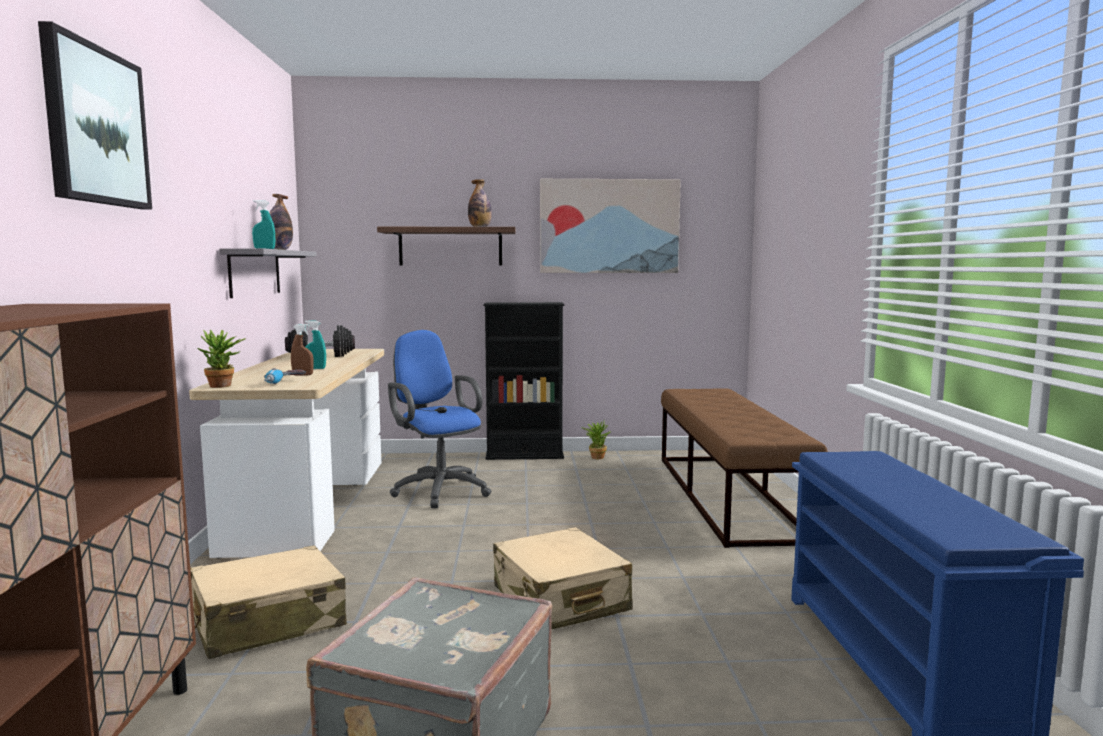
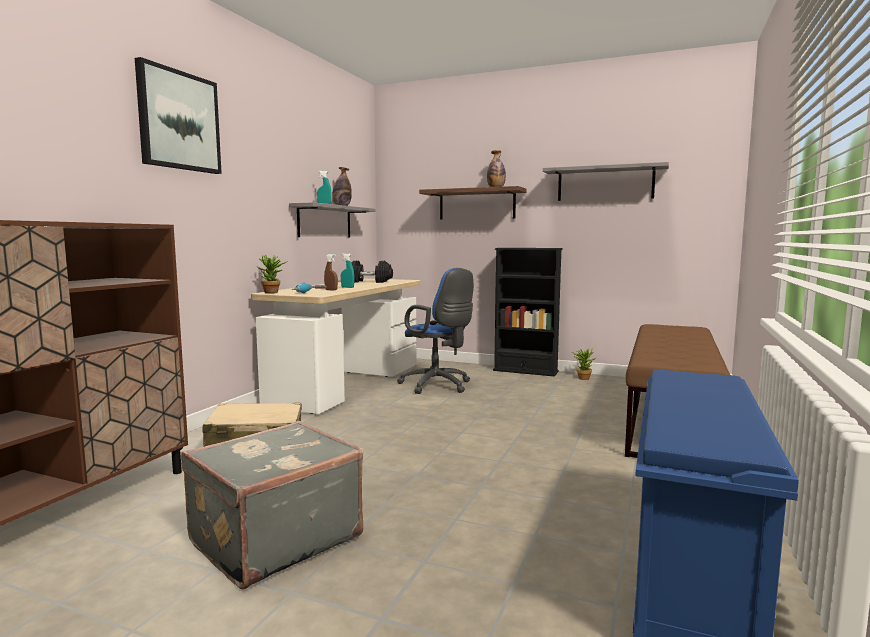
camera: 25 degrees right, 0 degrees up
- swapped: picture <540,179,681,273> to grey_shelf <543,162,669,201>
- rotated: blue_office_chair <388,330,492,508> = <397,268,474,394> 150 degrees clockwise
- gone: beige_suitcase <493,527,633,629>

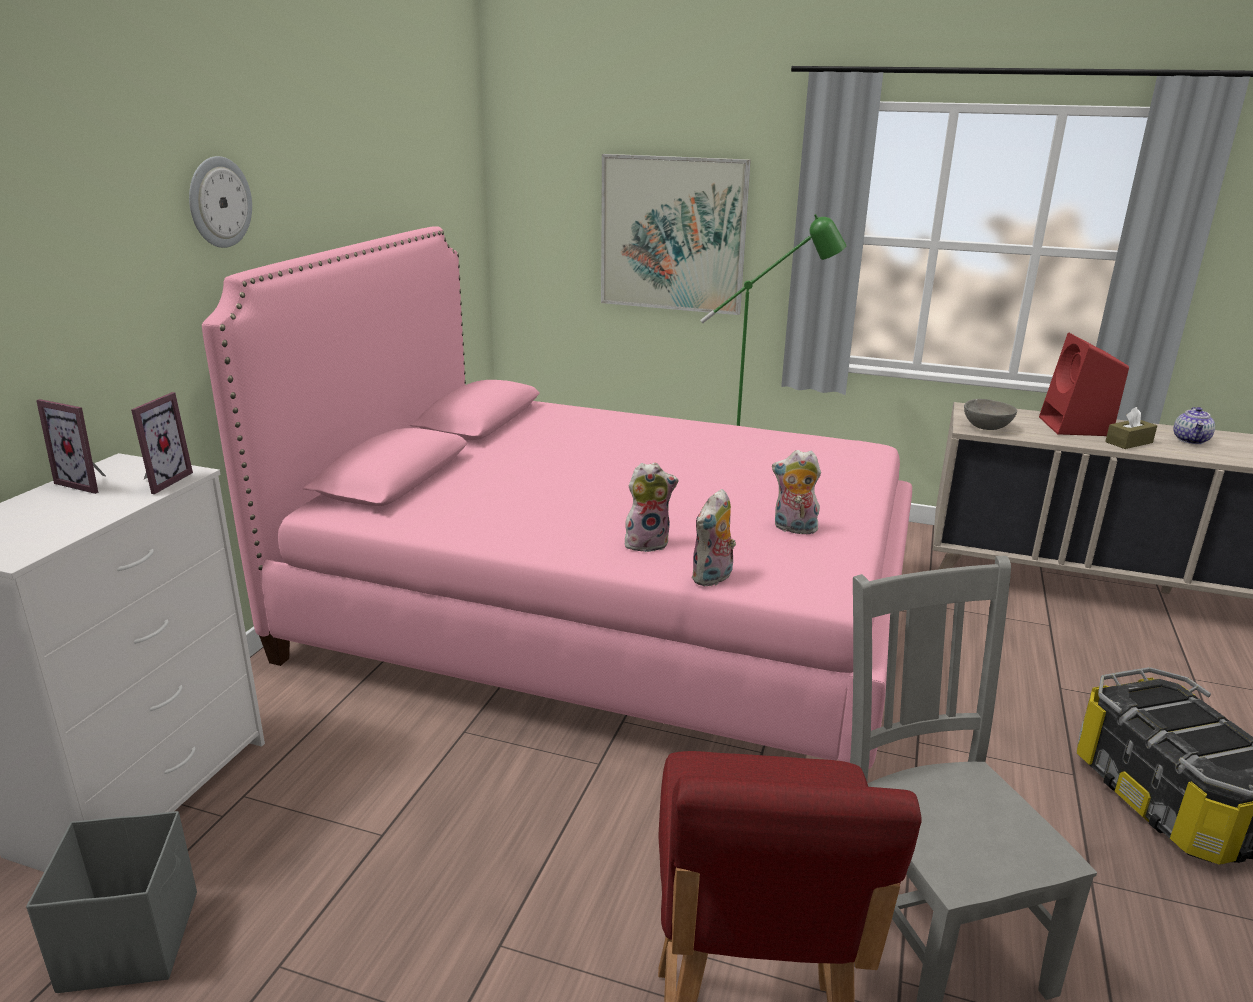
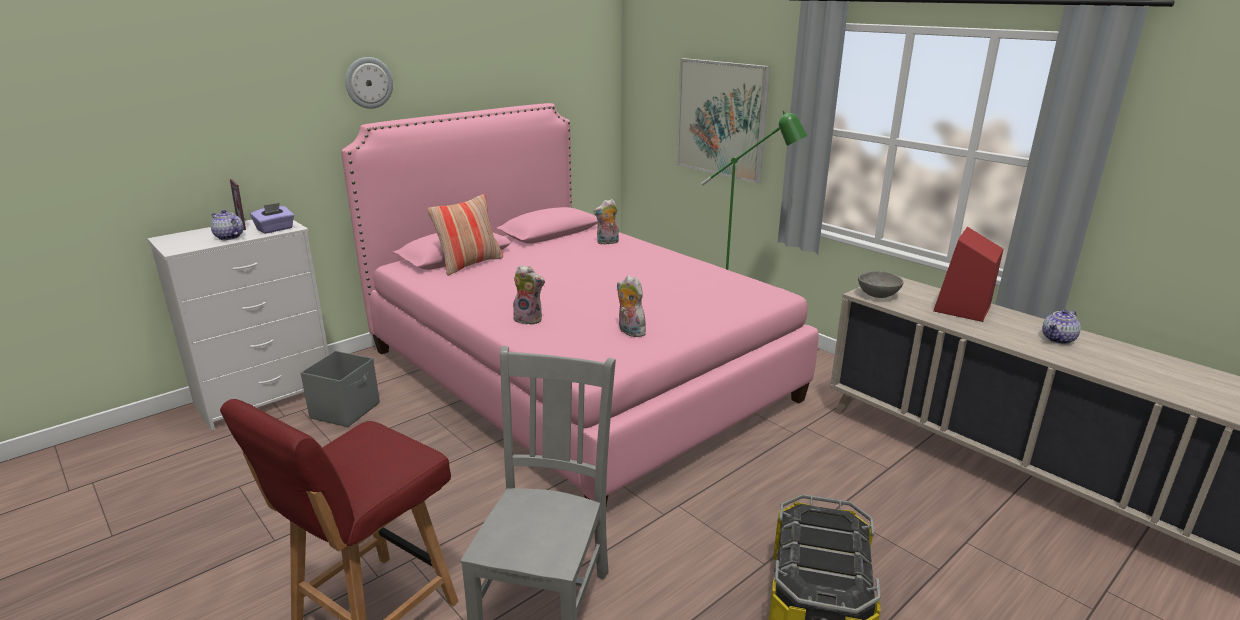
camera: 30 degrees right, 0 degrees up
- swapped: picture_frame <131,392,193,494> to purple_tissue_box <250,203,294,234>
- gone: brown_tissue_box <1105,407,1157,449>
- shifted: plush_toy <691,489,736,587> to <593,199,619,245>
- shifted: grey_storage_box <26,811,197,993> to <301,351,380,427>
- new: pillow <427,194,503,276>
- new: teapot <210,210,243,240>

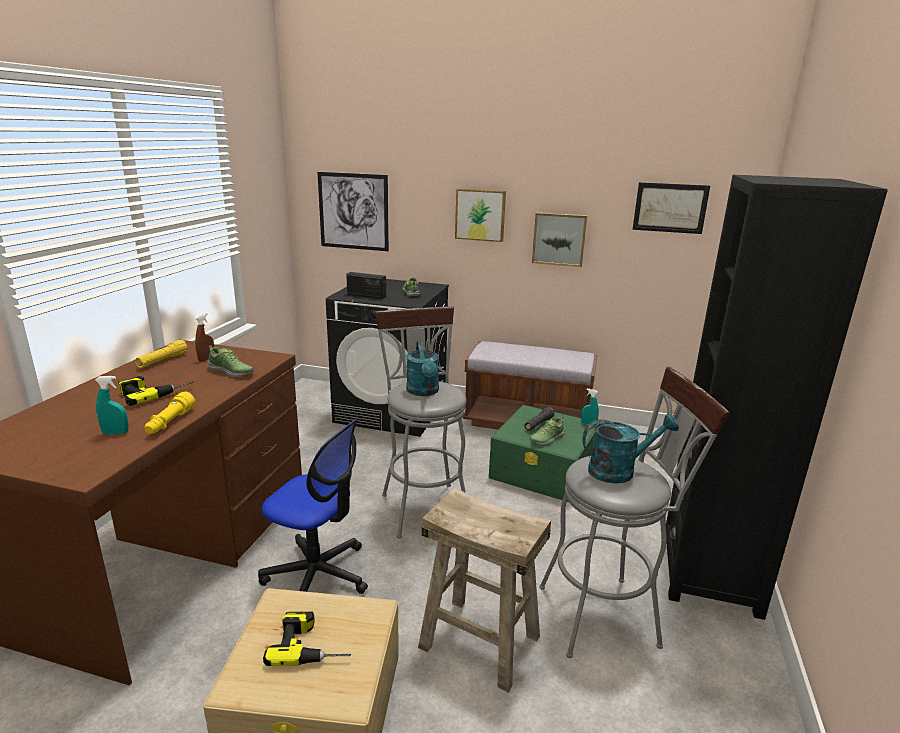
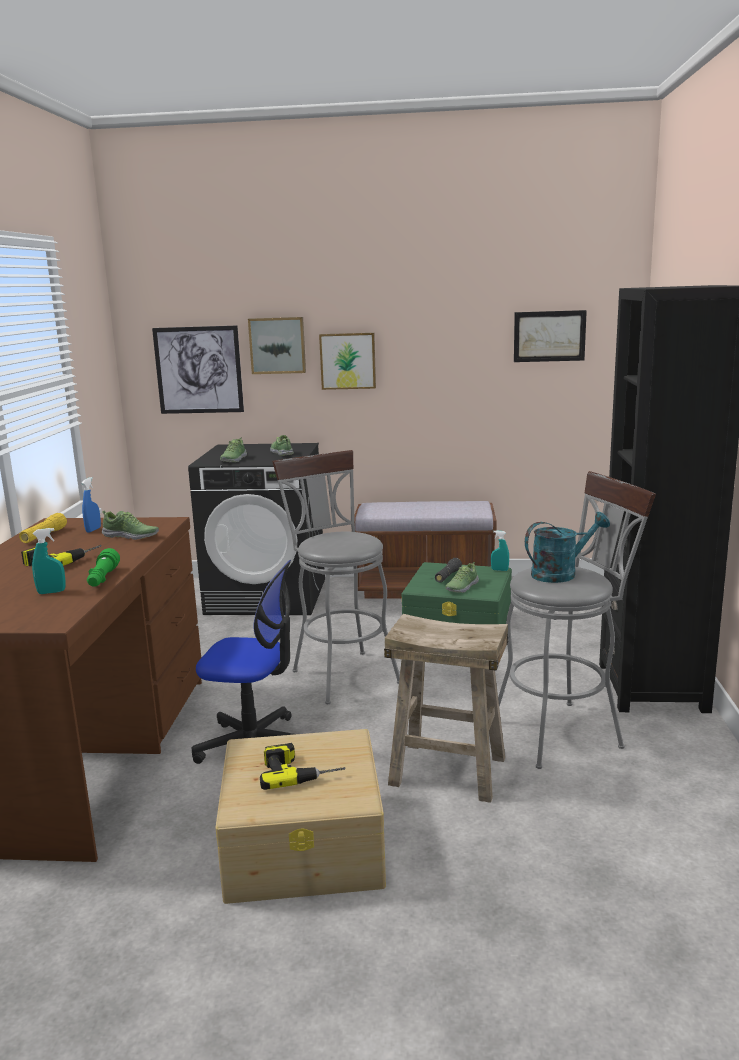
camera: 10 degrees left, 5 degrees down
- shifted: picture <532,212,587,267> to <248,317,306,374>
- swapped: radio <346,272,386,299> to shoe <220,438,247,462>
- repainted: brown_spray_bottle <195,313,214,362> to blue_spray_bottle <82,477,101,532>
- gone: turquoise_watering_can <406,341,439,396>
- repainted: yellow_flashlight <145,392,195,434> to green_flashlight <87,548,120,587>

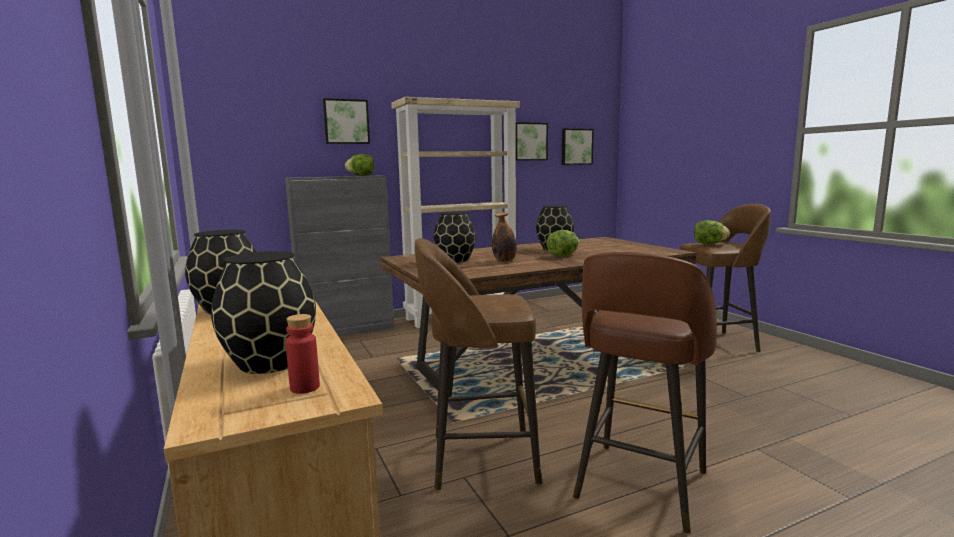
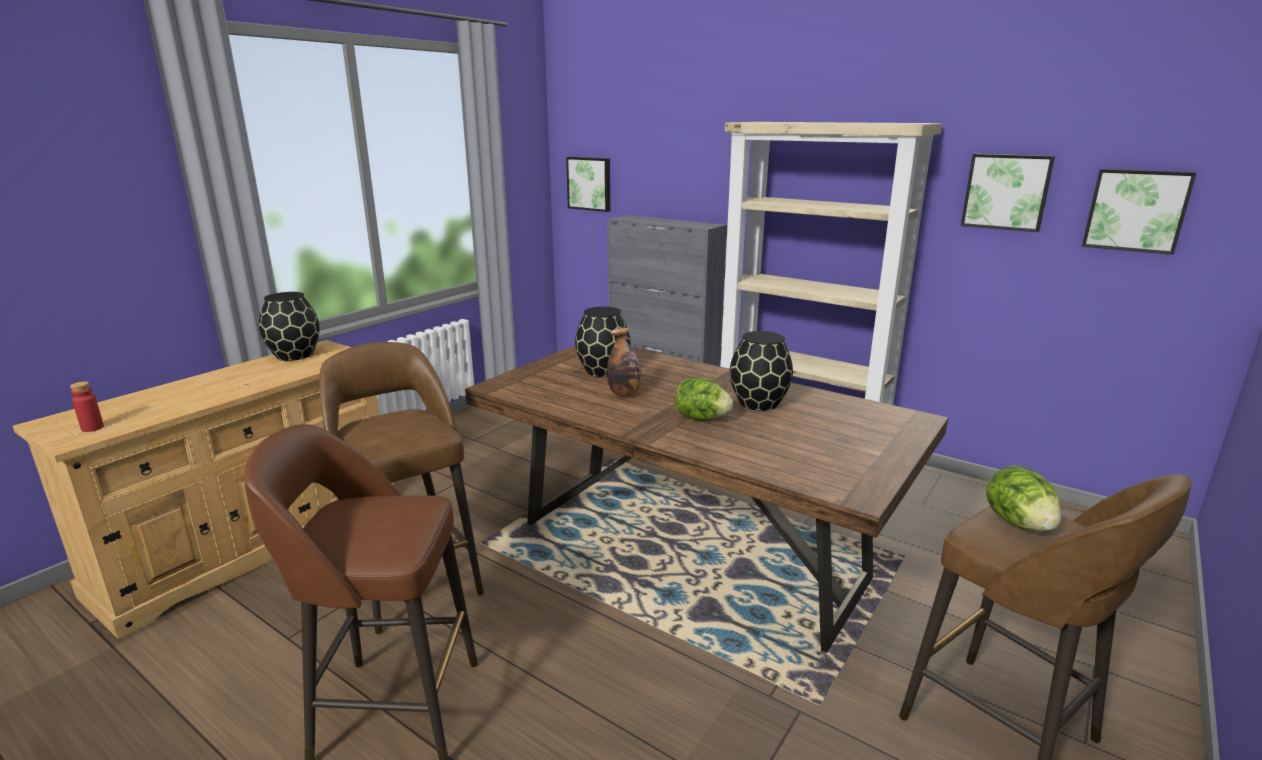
camera: 60 degrees right, 10 degrees up
- shifted: picture <323,98,370,144> to <566,157,610,212>
- gone: lettuce <345,154,374,176>
- gone: black_vase <211,251,316,374>

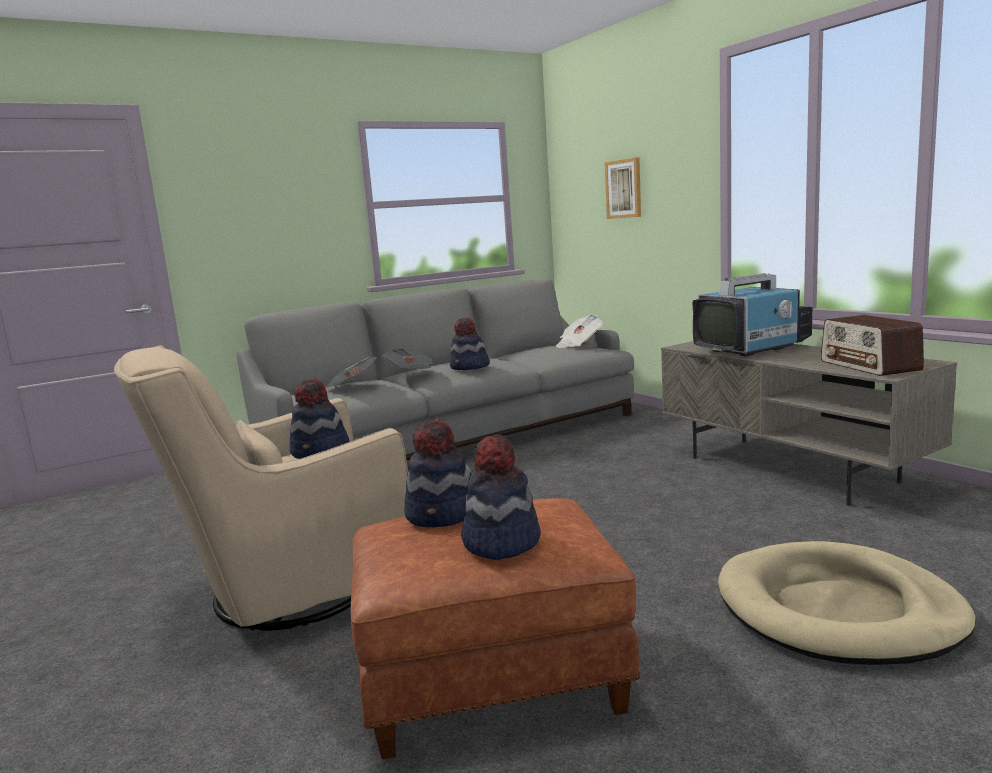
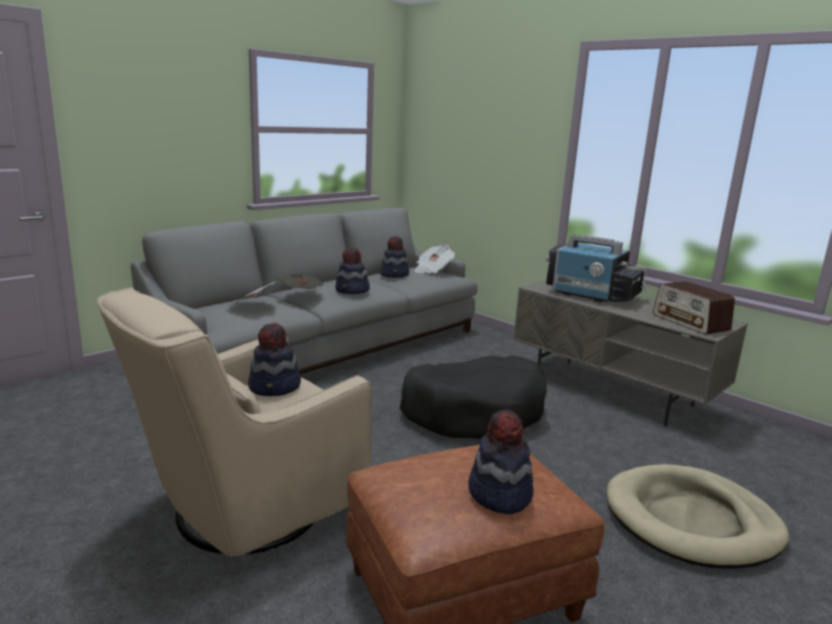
camera: 15 degrees left, 5 degrees up
- gone: picture <605,157,641,219>
- rotated: television <692,273,812,356> = <546,233,649,302> 75 degrees clockwise
- shifted: hat <404,419,472,527> to <380,236,409,278>
- new: black_dog_bed <399,355,547,439>

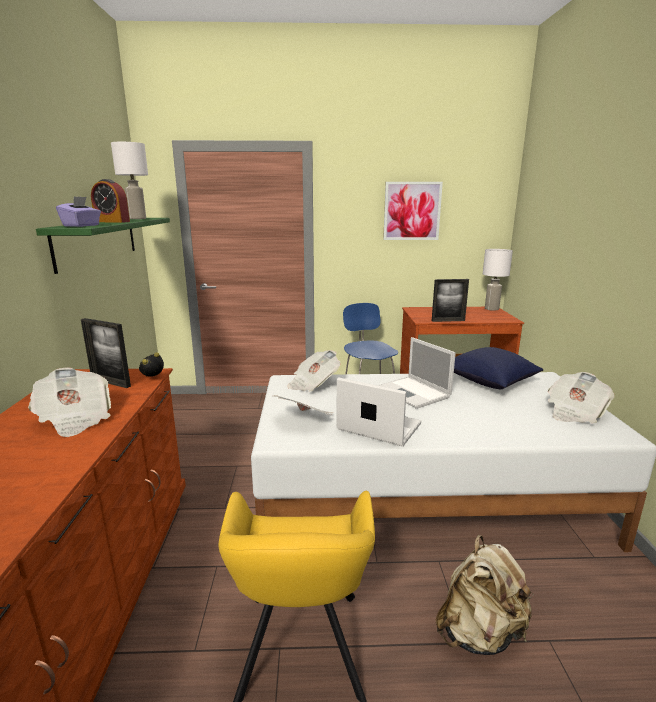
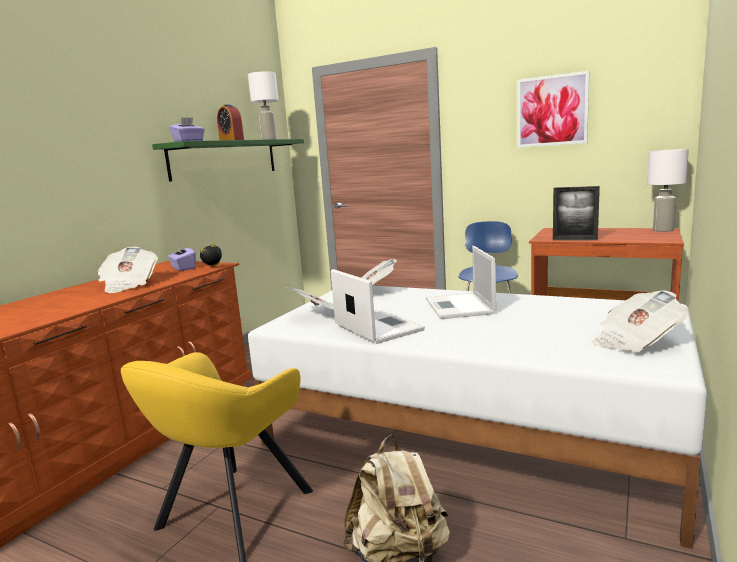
camera: 30 degrees right, 5 degrees down
- swapped: picture_frame <81,318,131,388> to purple_tissue_box <168,244,196,271>
- gone: blue_pillow <454,347,543,389>

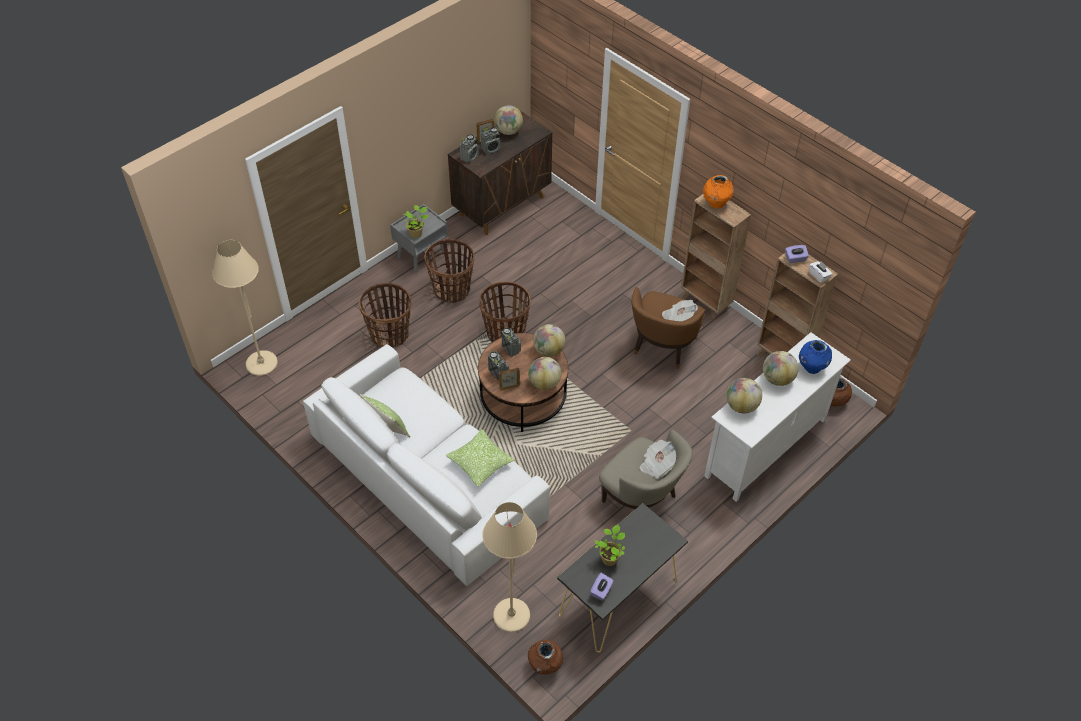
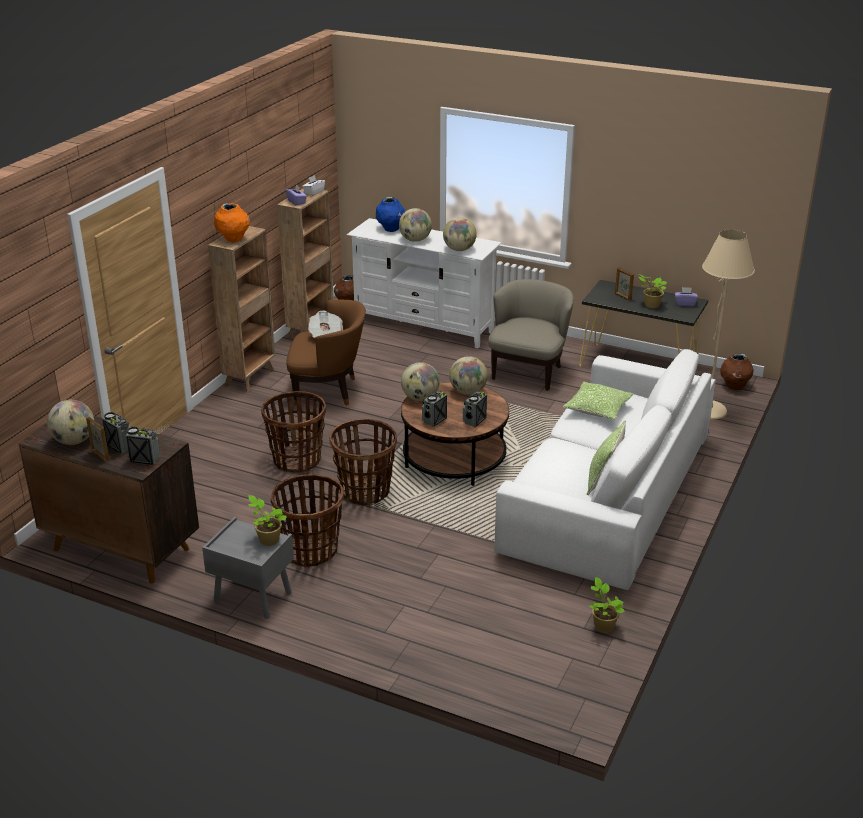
camera: 110 degrees left, 20 degrees down
- gone: beige_floor_lamp <212,240,278,376>
- shifted: basket <359,283,411,348> to <261,391,326,473>
- shifted: picture_frame <499,368,520,391> to <615,267,634,301>
- gone: newspaper <640,440,676,479>
- new: potted_plant <589,577,625,633>

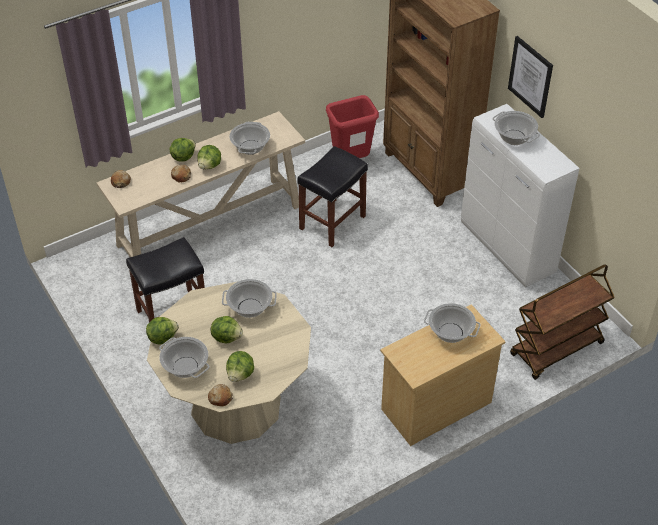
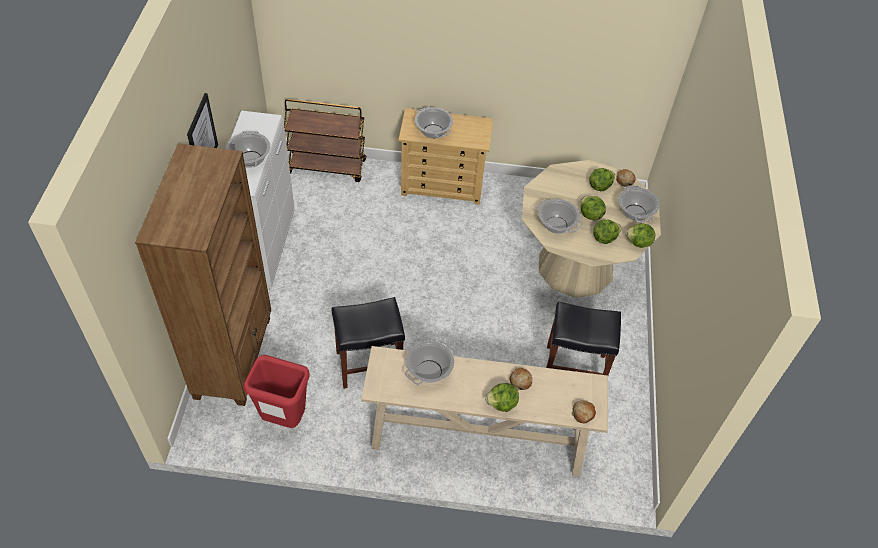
camera: 145 degrees left, 5 degrees up
- shifted: lettuce <197,145,221,169> to <593,220,621,244>

